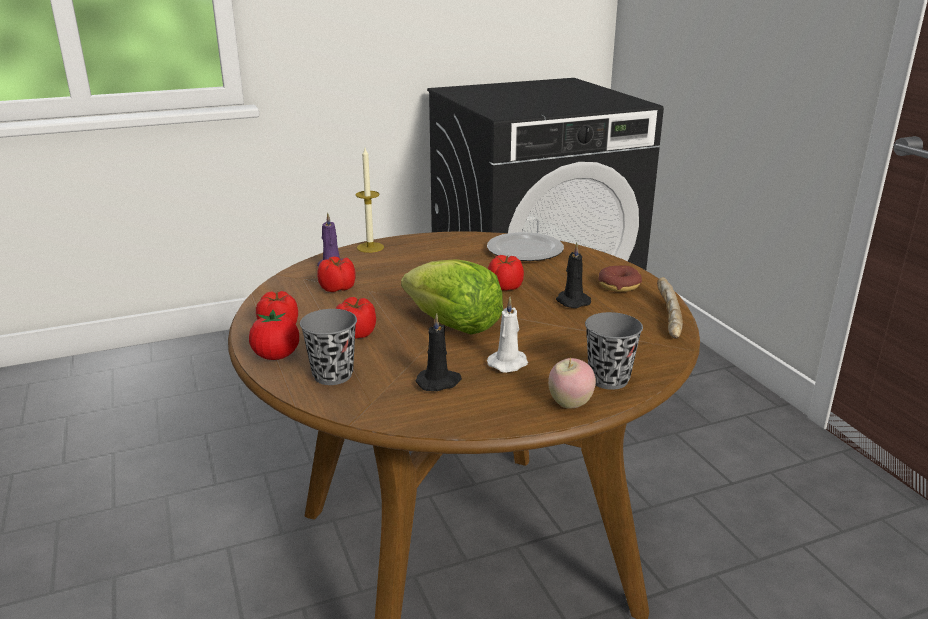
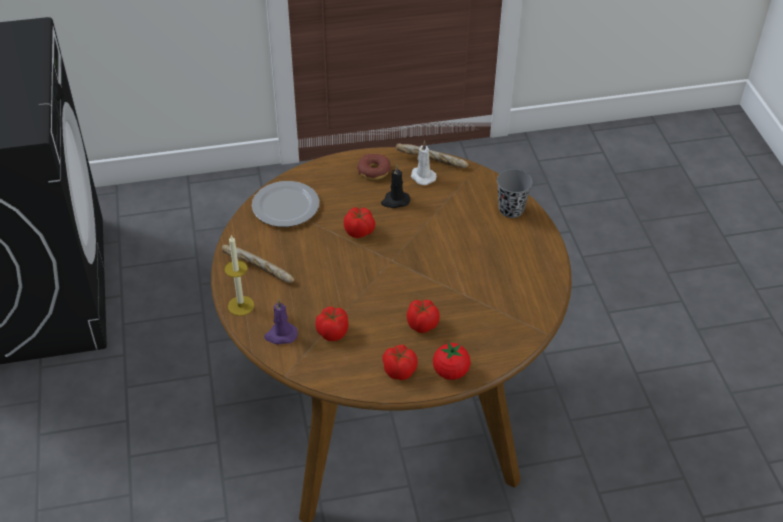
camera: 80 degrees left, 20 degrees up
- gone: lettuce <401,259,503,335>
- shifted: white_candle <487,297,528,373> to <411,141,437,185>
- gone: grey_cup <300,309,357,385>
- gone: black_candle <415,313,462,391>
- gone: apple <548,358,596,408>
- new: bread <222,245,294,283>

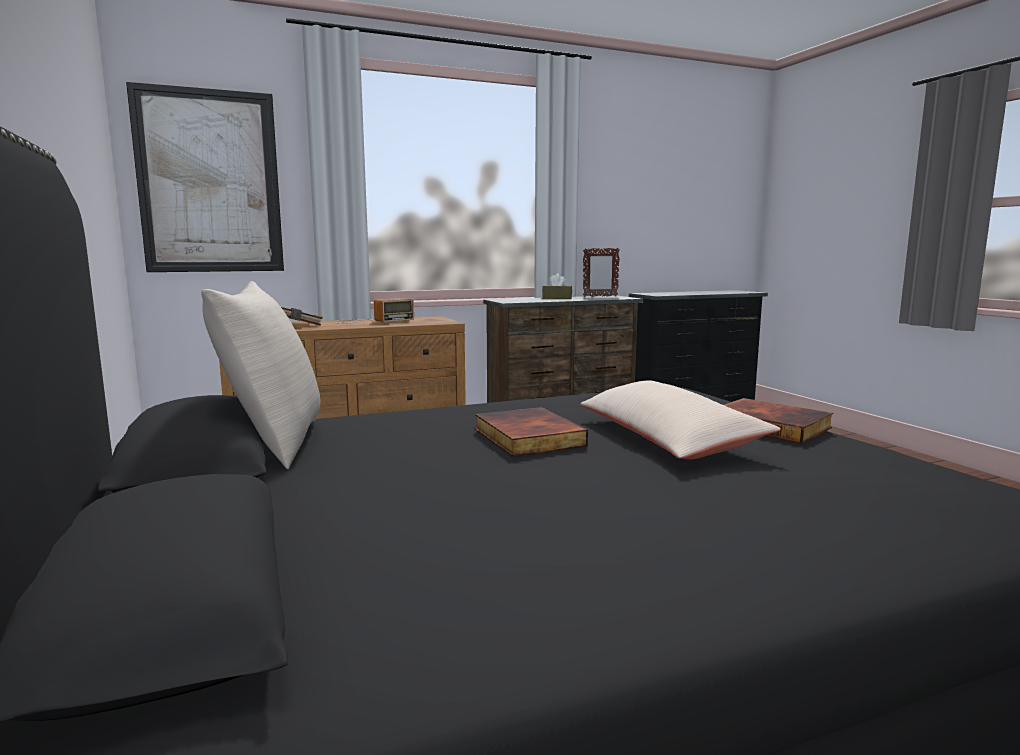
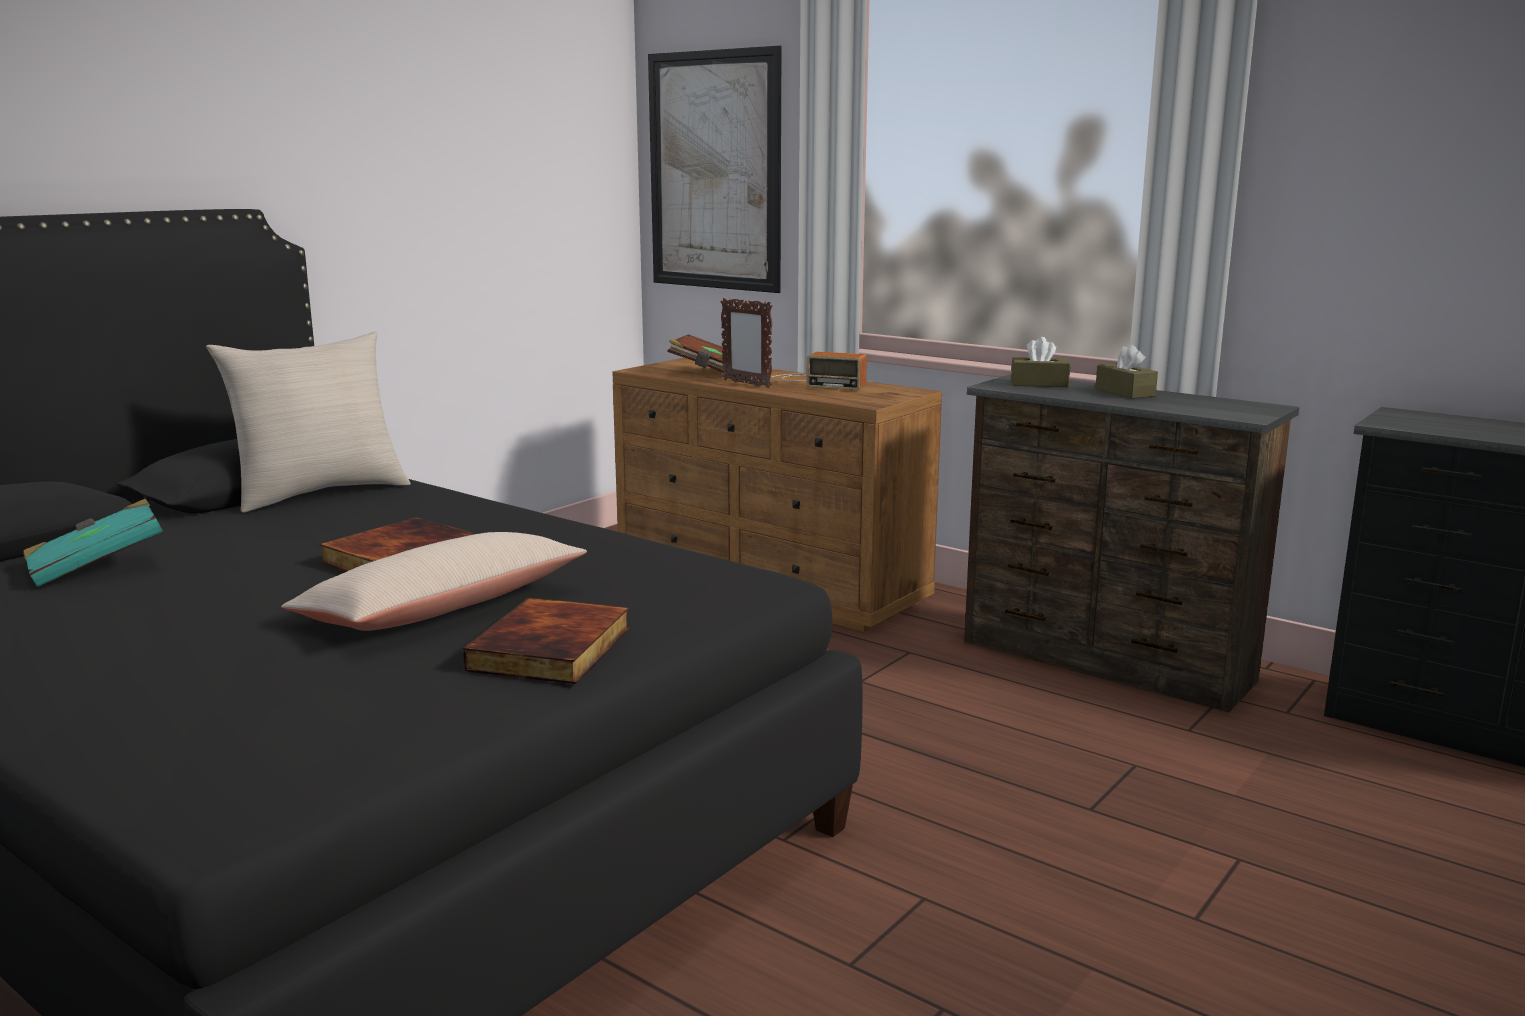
camera: 60 degrees right, 5 degrees up
- shifted: picture_frame <583,248,620,297> to <721,298,772,388>
- new: brown_tissue_box <1011,337,1070,387>
- new: turquoise_book <23,499,163,587>

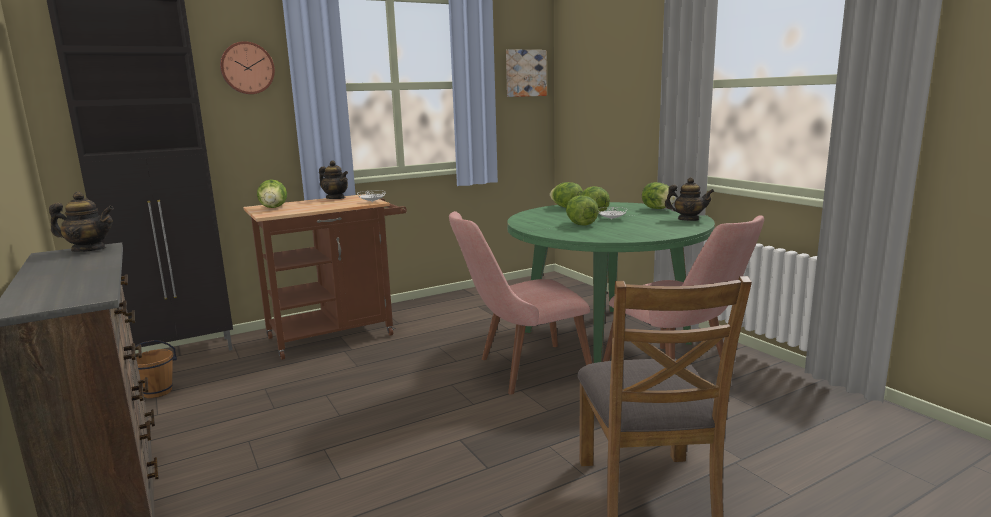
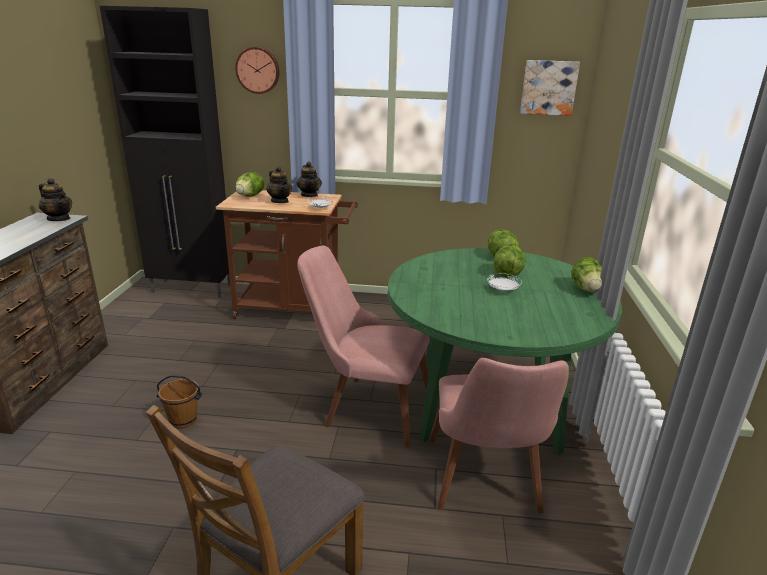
camera: 35 degrees right, 10 degrees up
- shifted: teapot <665,177,715,221> to <266,166,292,203>
- gone: lettuce <566,195,599,225>
- shifted: brown_bucket <135,340,177,398> to <157,375,202,429>

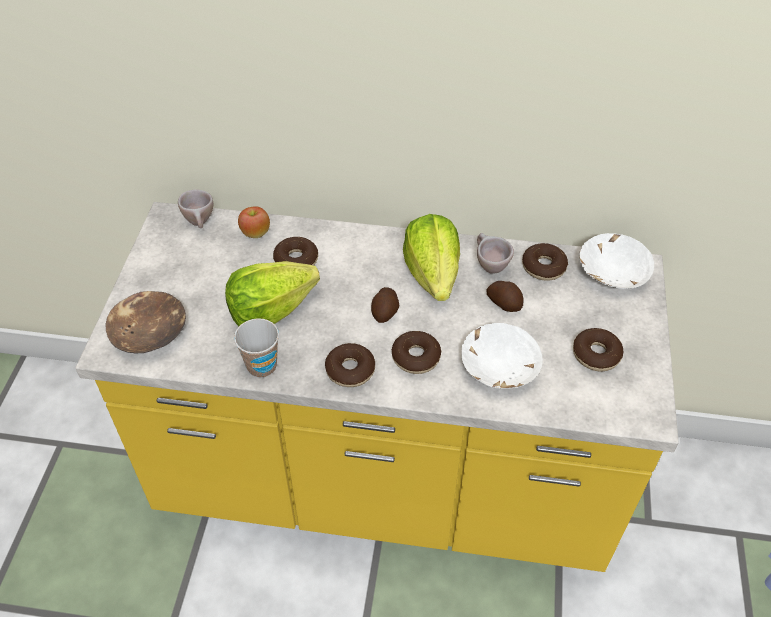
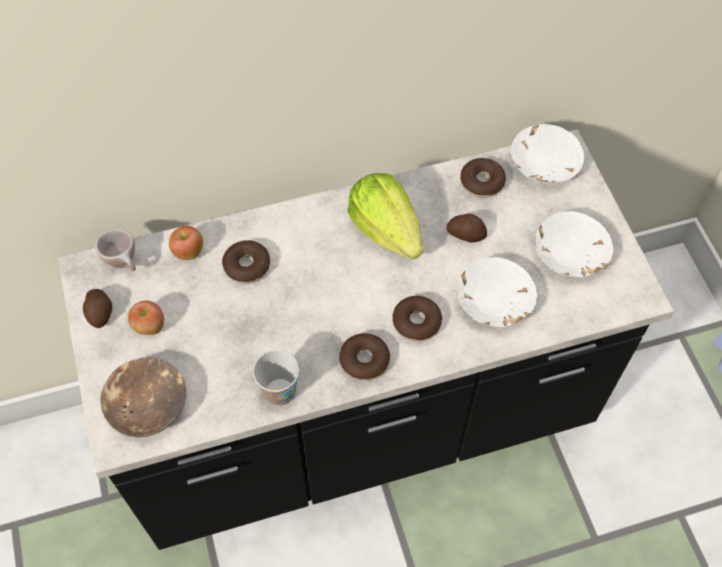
camera: 25 degrees left, 10 degrees up
- repainted: yellow_counter <76,202,679,572> to black_counter <58,130,674,550>
- gone: beige_cup <477,233,514,274>
- gone: lettuce <225,261,320,326>
- shifted: potato <371,287,400,323> to <83,289,112,328>
- swapped: donut <573,328,623,372> to white_bowl <535,211,613,277>
- new: apple <128,301,164,335>

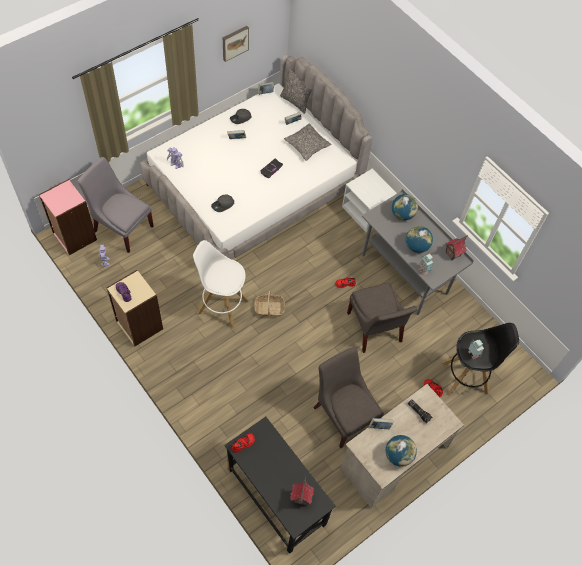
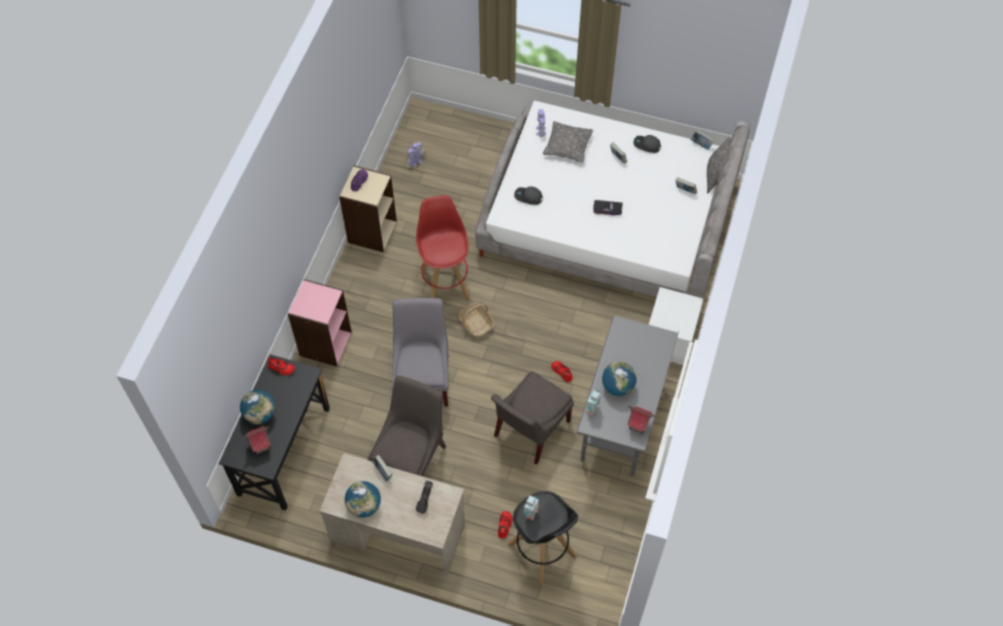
camera: 60 degrees right, 0 degrees up
- gone: picture <223,26,249,62>
- shifted: pillow <284,123,331,161> to <543,121,593,163>
- shifted: grey_chair <78,157,154,253> to <392,298,448,407>
- shifted: pink_bookcase <39,179,97,255> to <288,279,352,367>
- shifted: globe <392,194,418,220> to <240,390,275,424>
- repainted: white_stool <193,240,248,329> to red_stool <416,195,471,301>

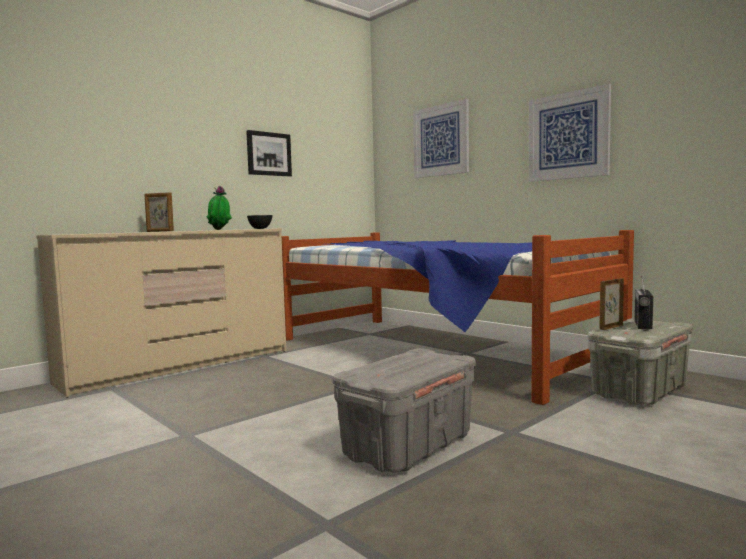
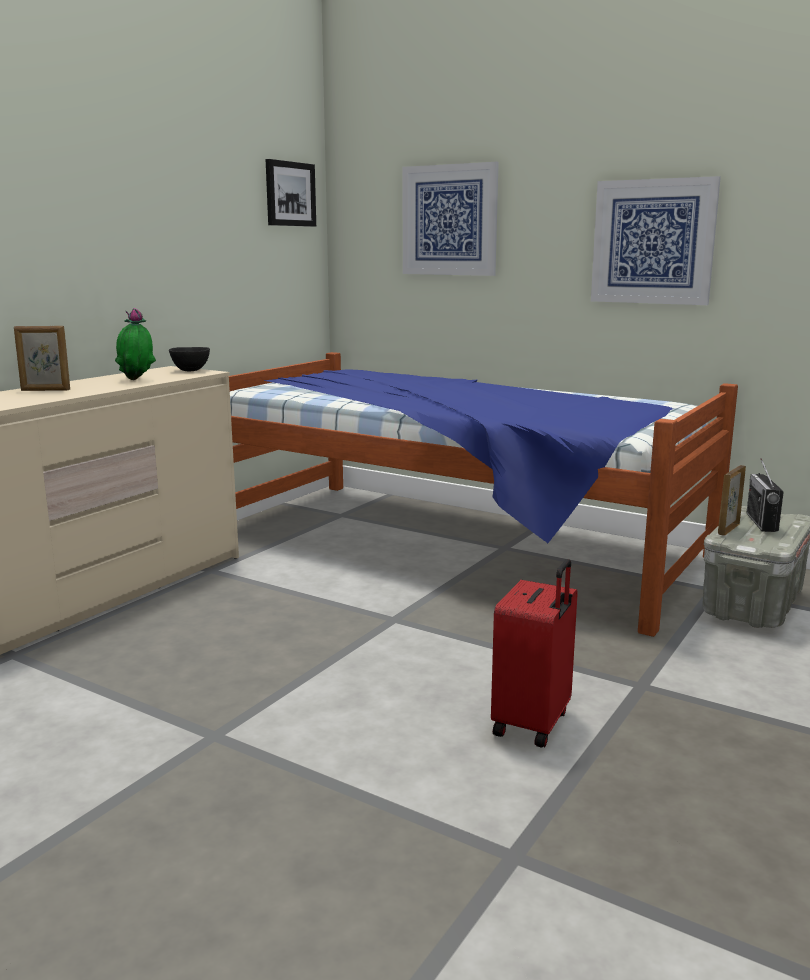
camera: 15 degrees left, 10 degrees up
- shifted: picture <246,130,292,176> to <266,159,316,227>
- swapped: grey_storage_box <333,348,476,473> to red_suitcase <491,559,578,748>

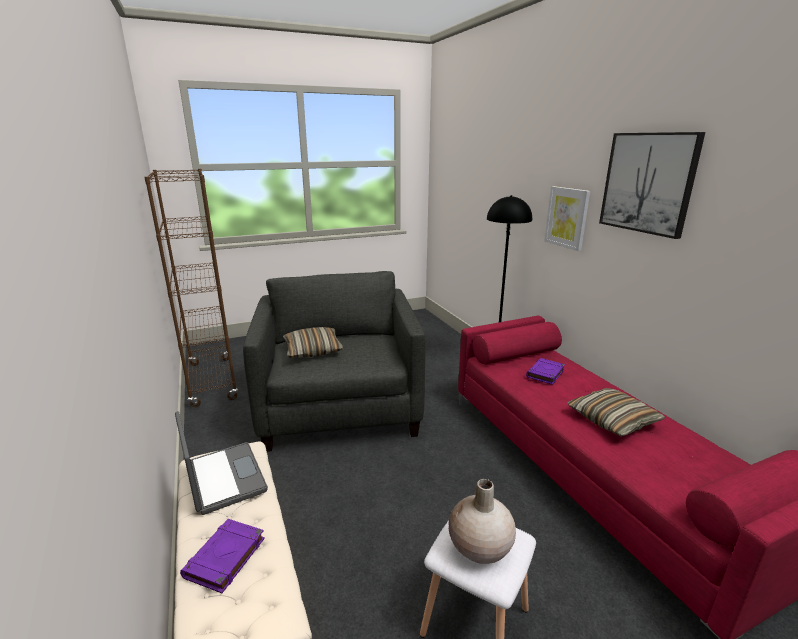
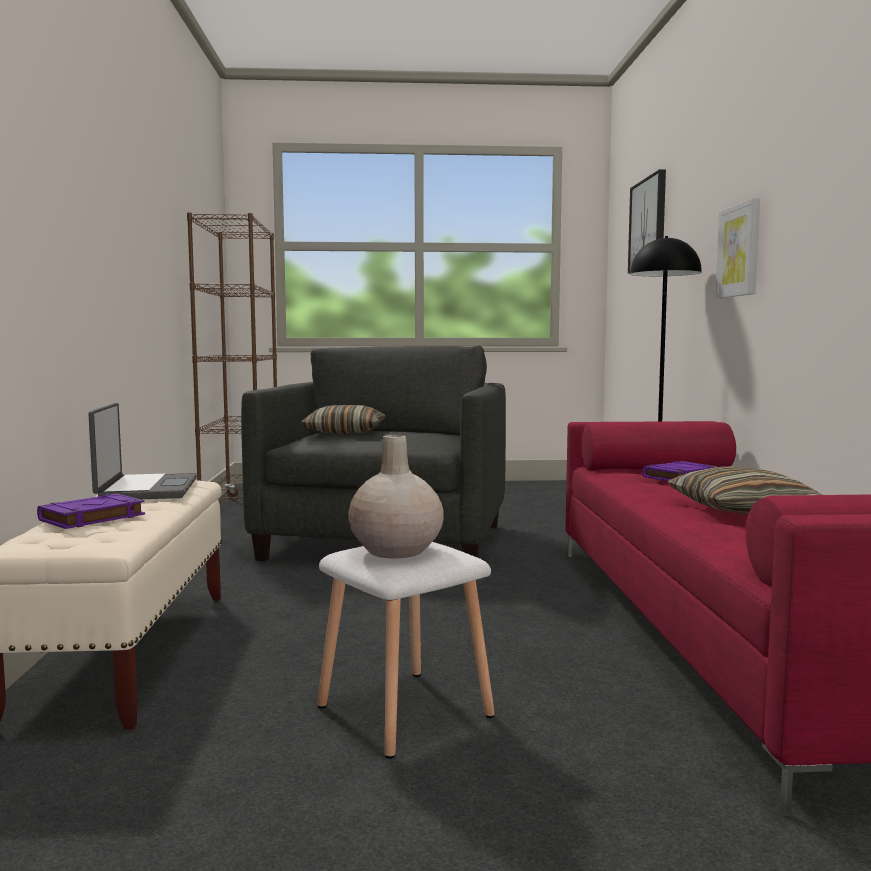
camera: 20 degrees right, 15 degrees down
- shifted: picture <599,132,705,239> to <628,169,666,273>

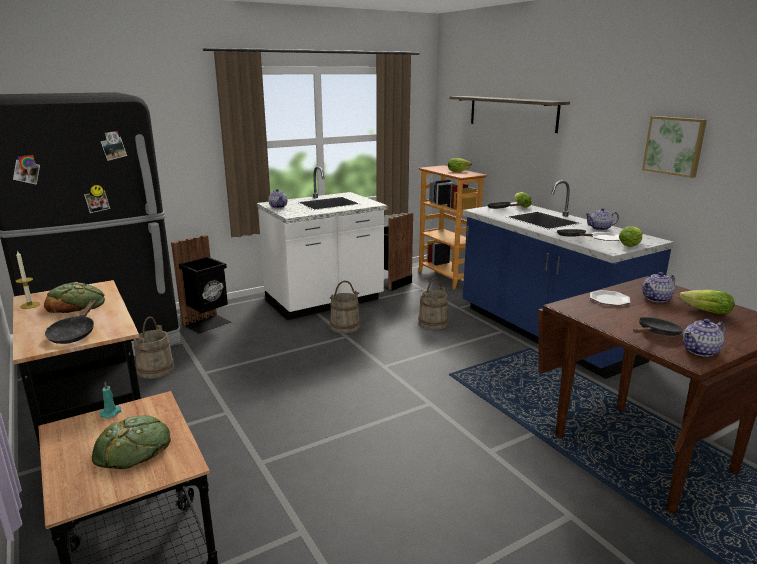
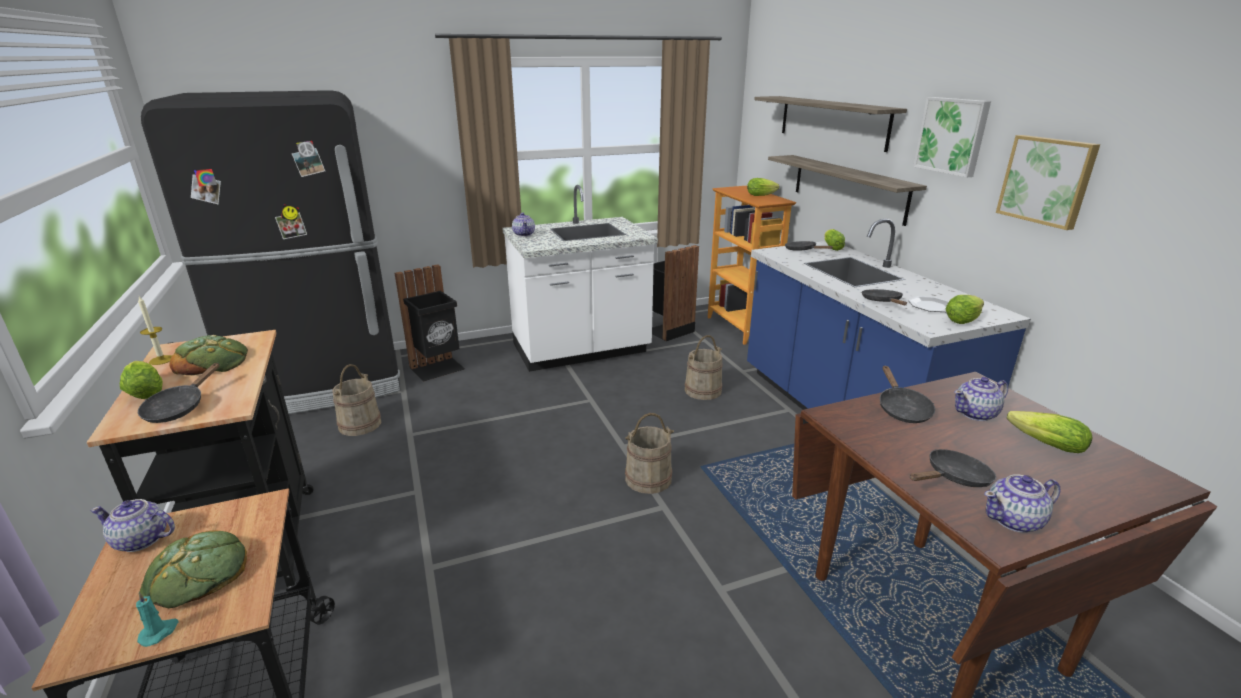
camera: 10 degrees right, 5 degrees up
- shifted: teapot <585,208,619,231> to <90,499,175,552>
- shifted: beige_bucket <329,281,360,333> to <625,413,674,494>
- swapped: plate <590,290,630,306> to black_frying_pan <880,365,935,423>
- shifted: turquoise_candle <99,382,122,418> to <136,592,179,647>
- new: picture <913,97,991,178>
- new: shelf <768,155,927,226>
- new: lettuce <120,361,163,399>

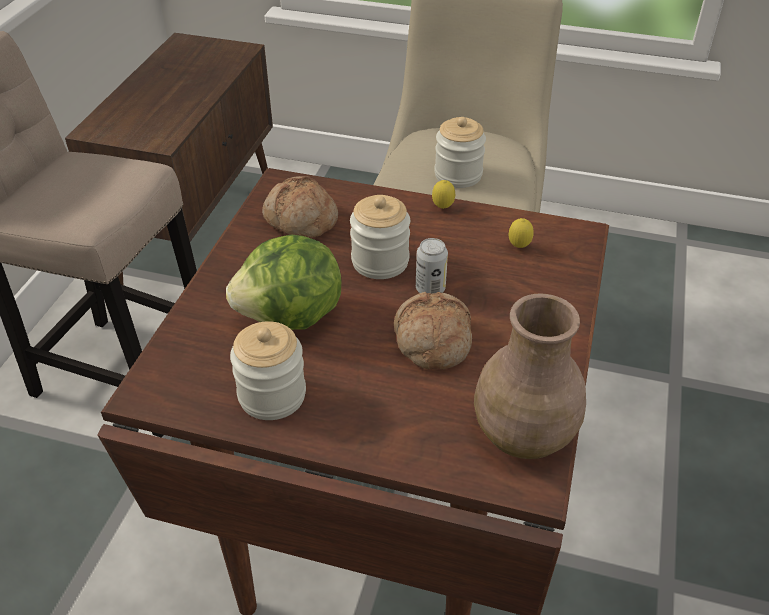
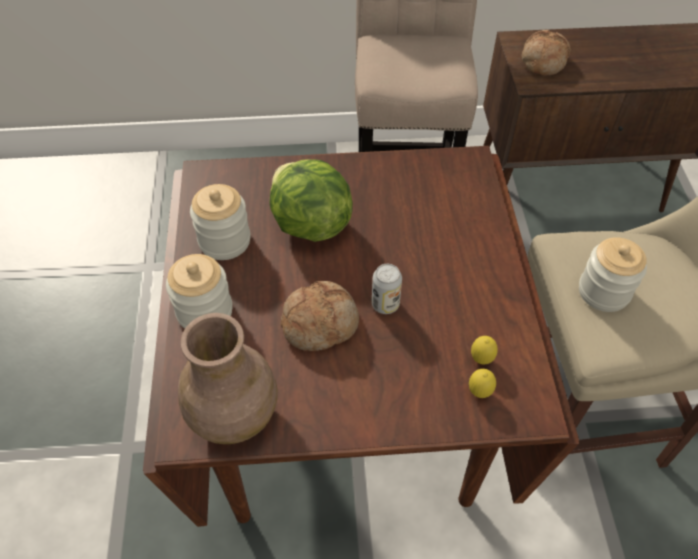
camera: 70 degrees right, 10 degrees up
- shifted: bread <262,176,338,237> to <522,30,570,75>
- shifted: lemon <432,180,455,209> to <469,369,496,398>
- shifted: jar <350,195,410,279> to <166,254,233,329>

